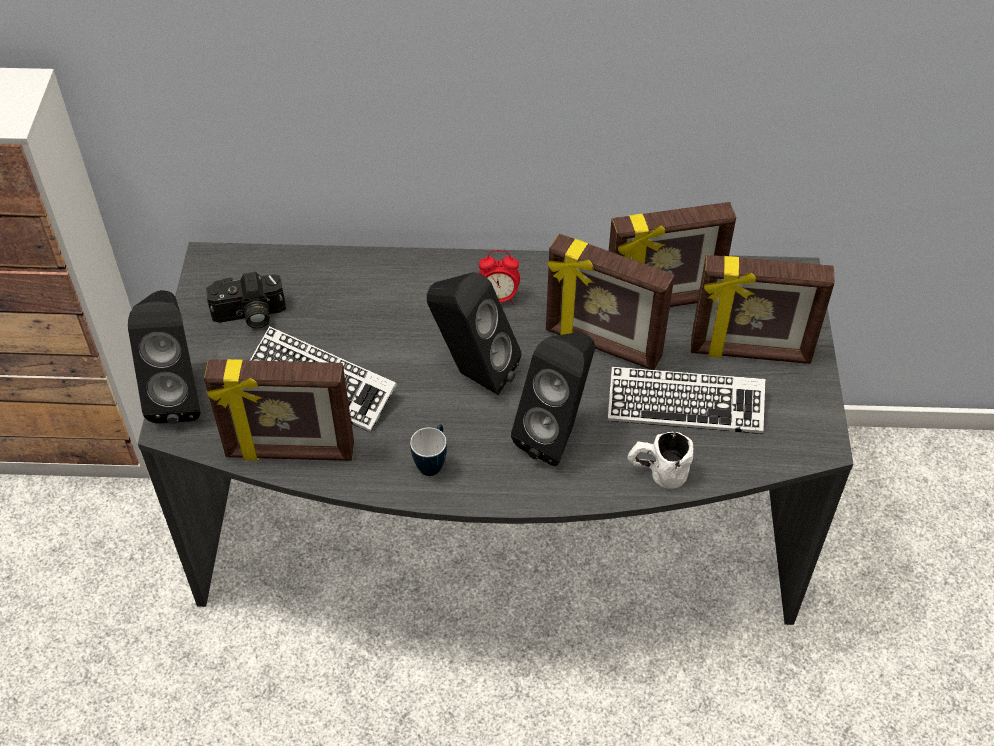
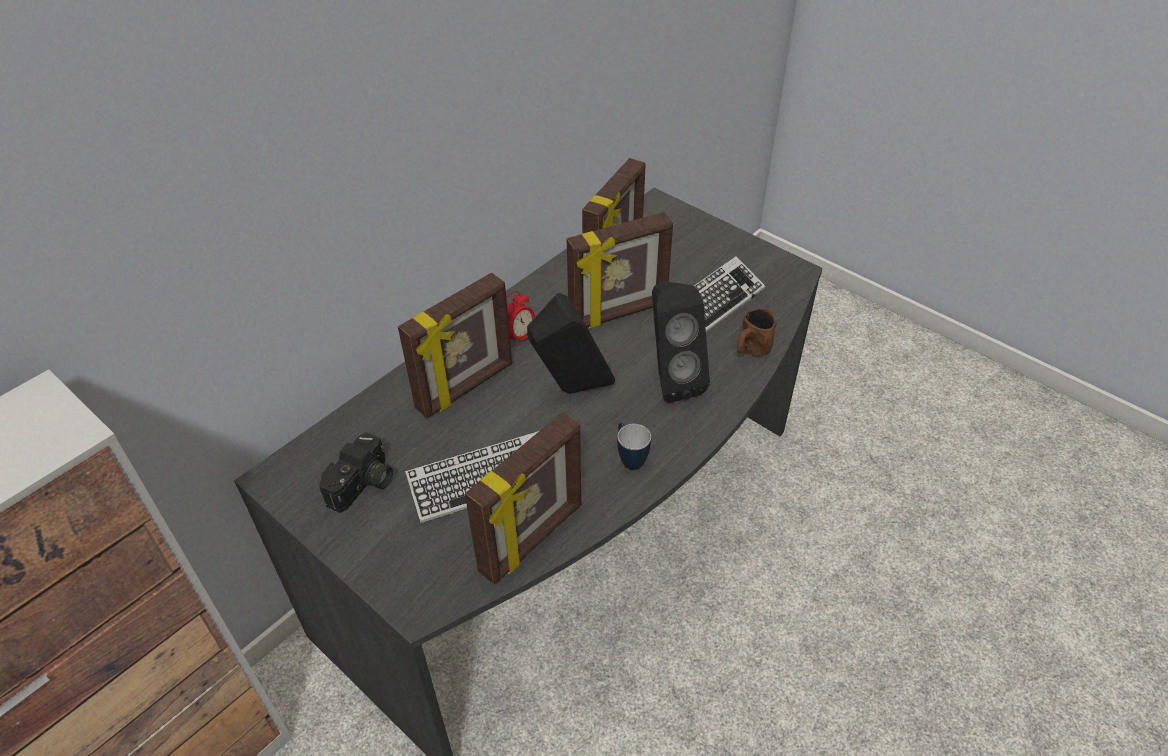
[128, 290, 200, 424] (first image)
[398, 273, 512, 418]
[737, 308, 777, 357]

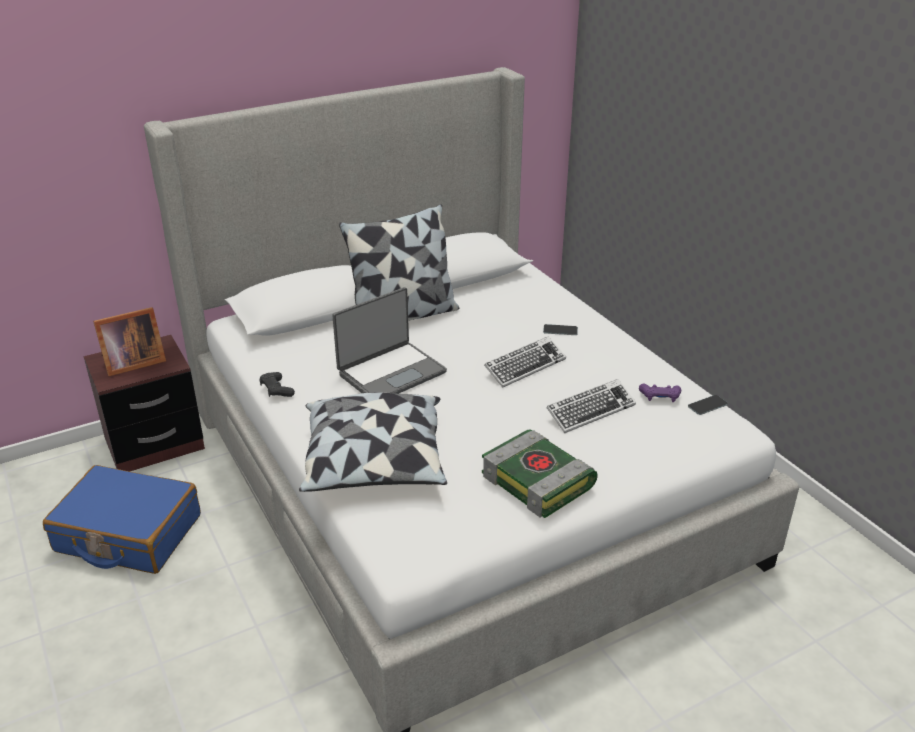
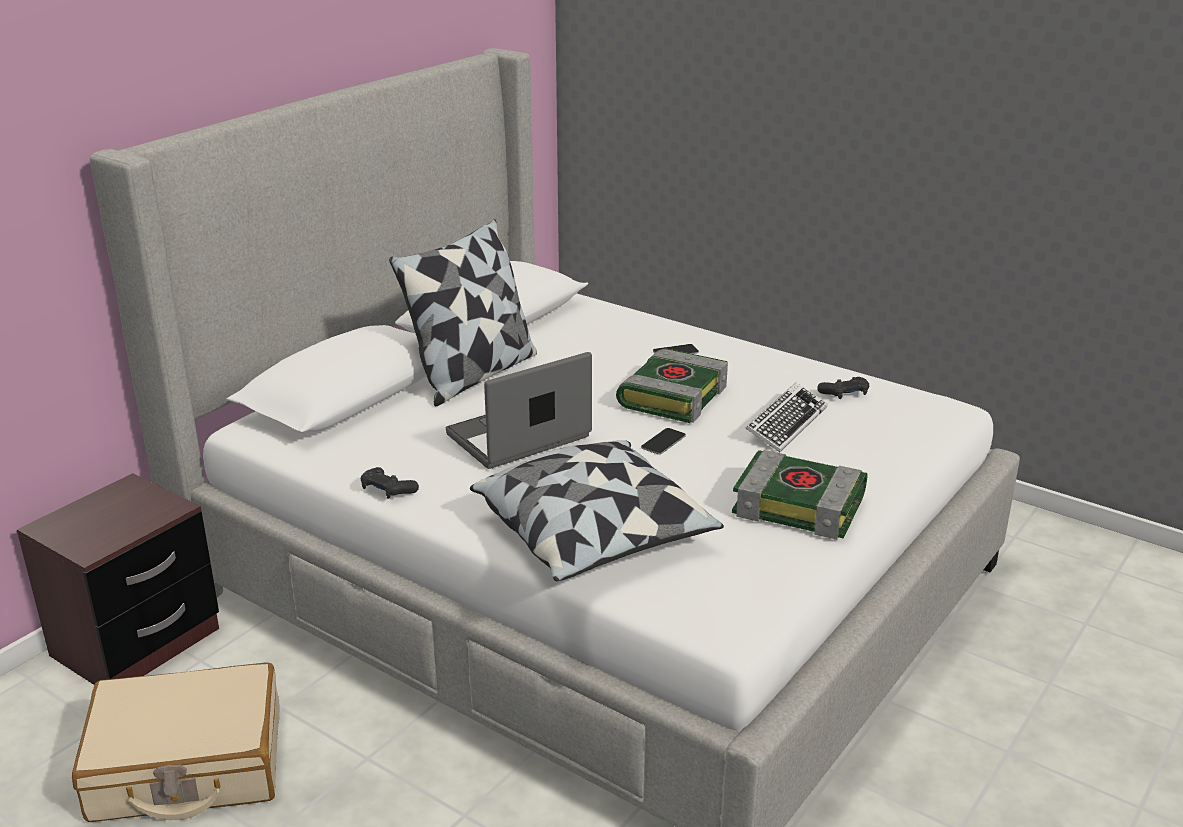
[93, 307, 166, 376] (first image)
[641, 428, 686, 454]
[616, 349, 728, 423]
[72, 662, 280, 822]
[817, 377, 869, 399]
[446, 352, 592, 469]

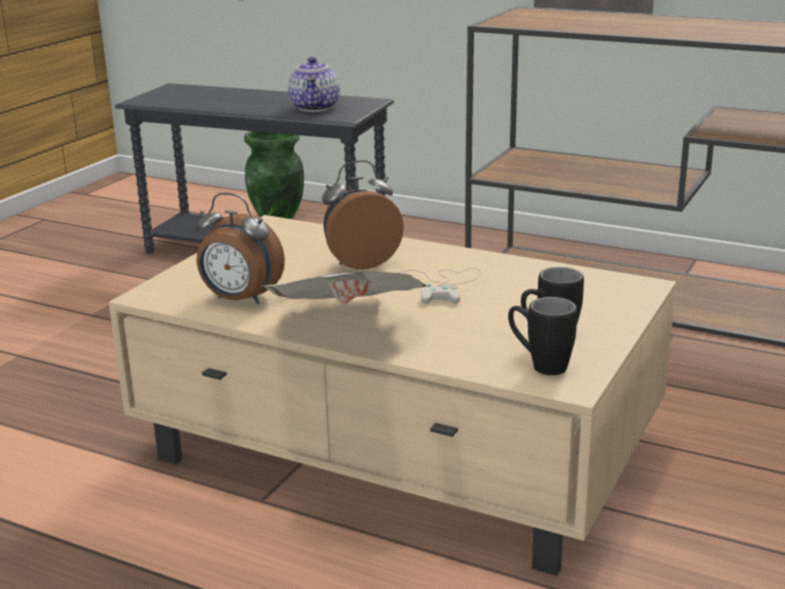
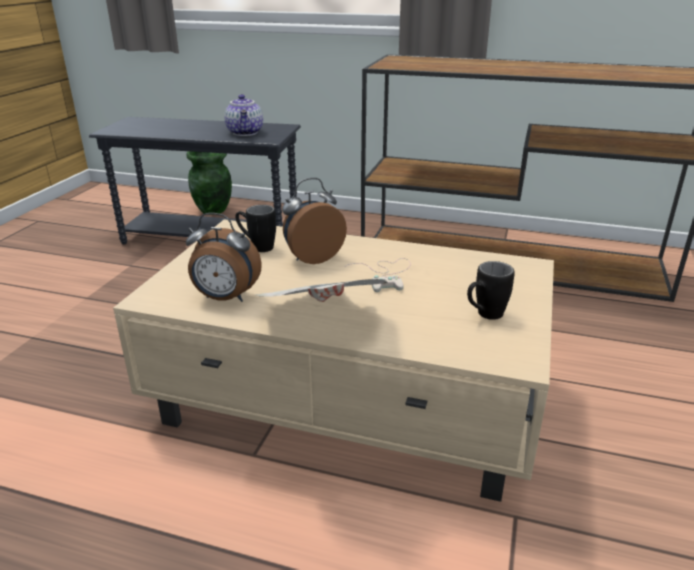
[236, 205, 276, 252]

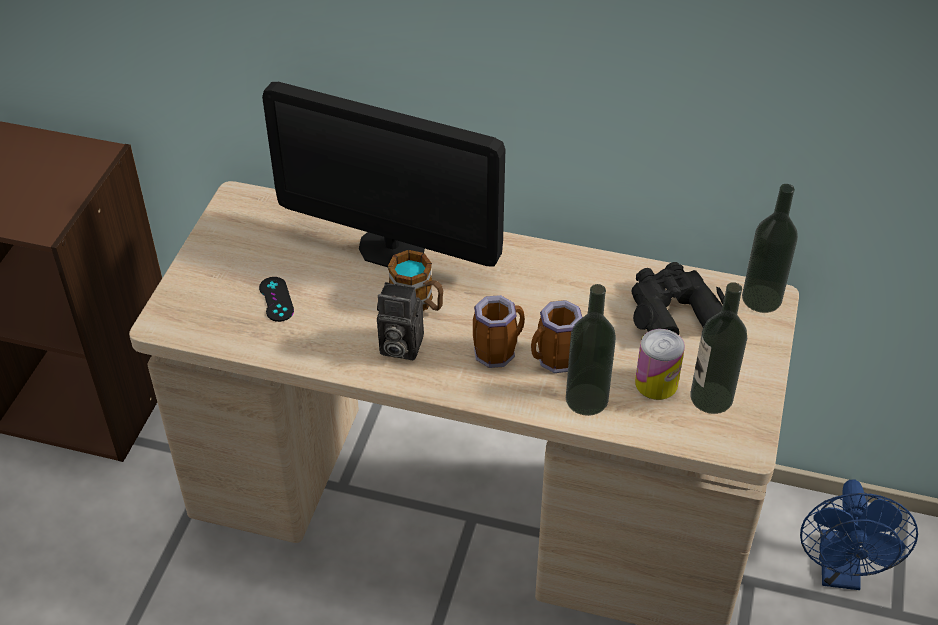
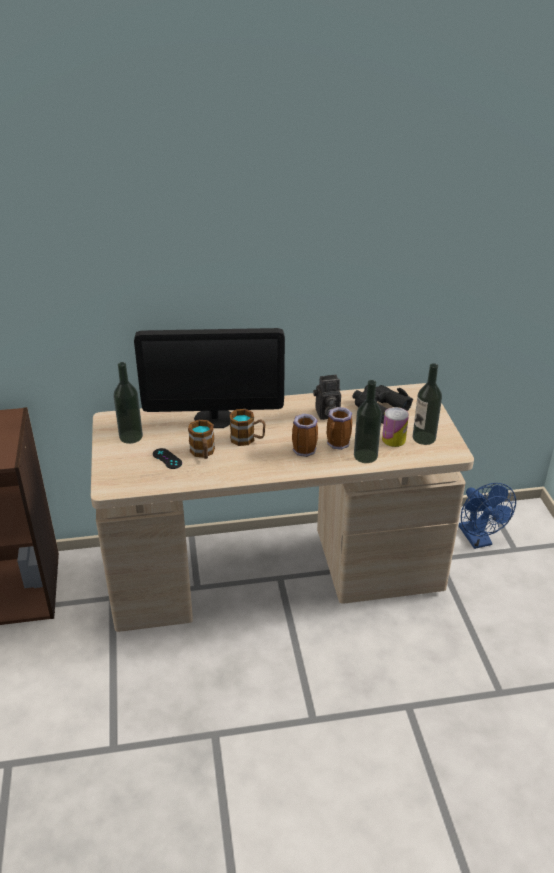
[188, 420, 215, 459]
[313, 374, 341, 420]
[114, 362, 143, 444]

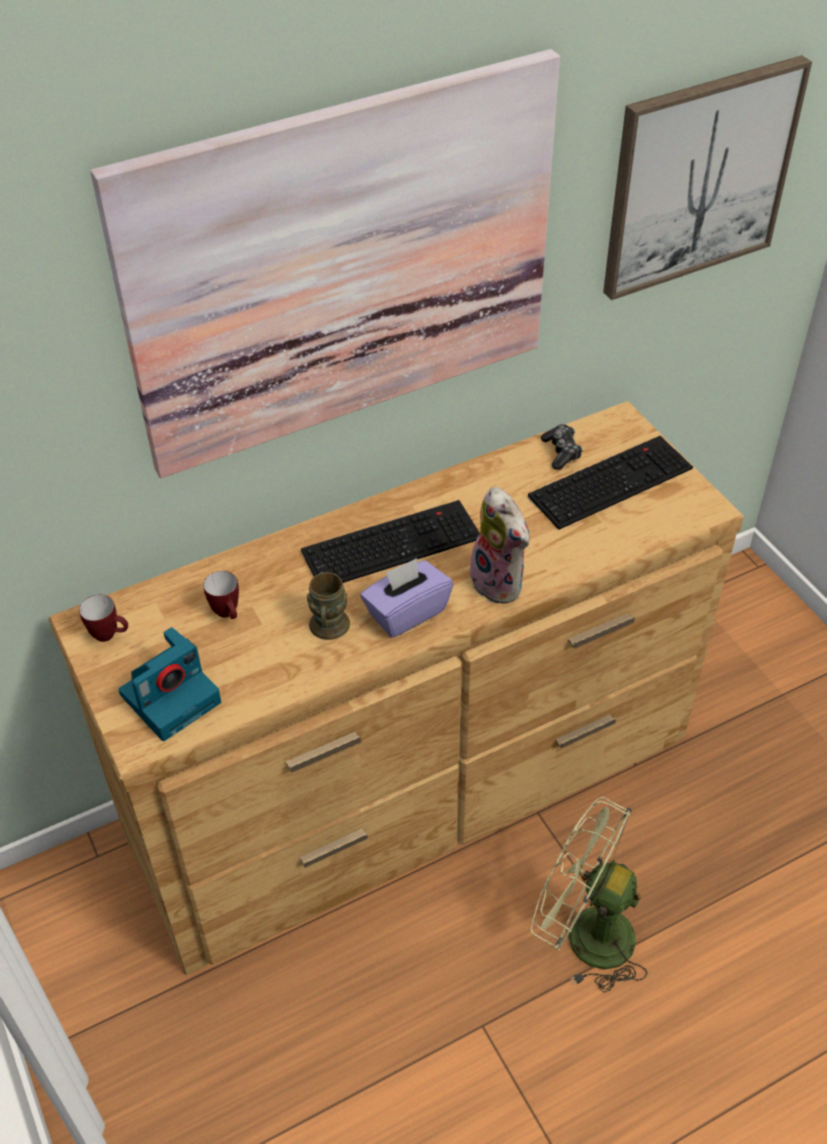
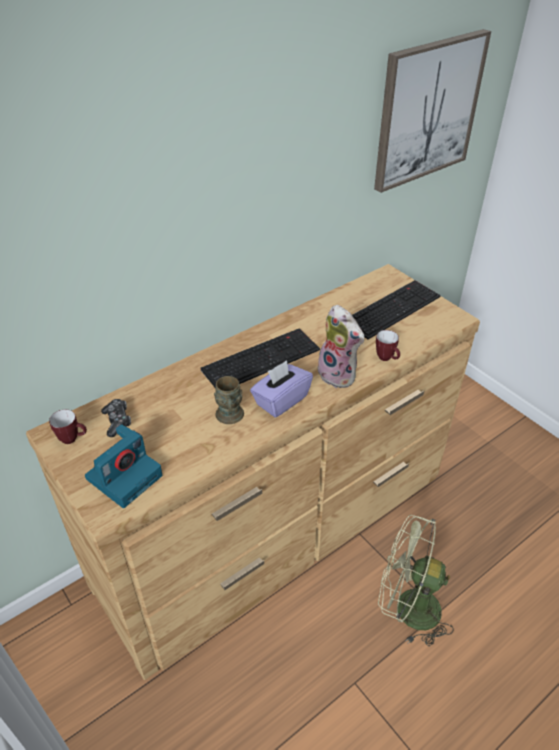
[90, 49, 560, 478] (first image)
[376, 330, 400, 361]
[101, 399, 131, 437]

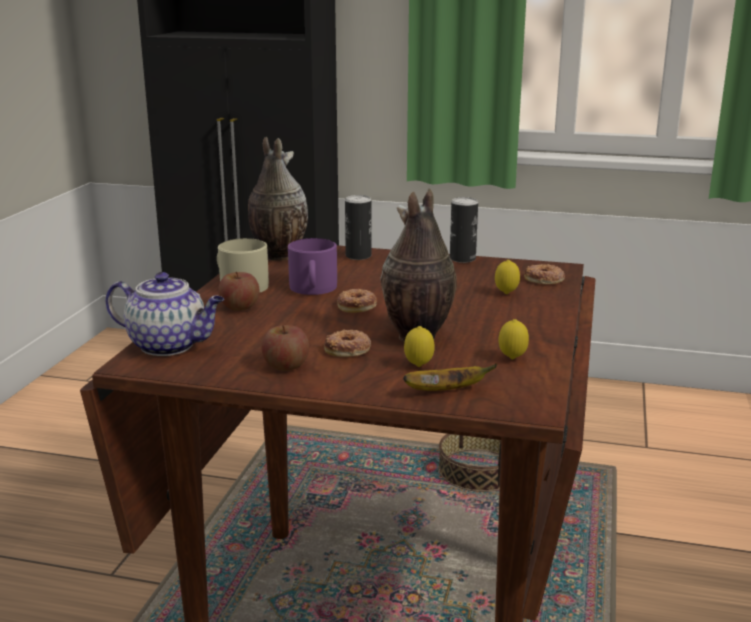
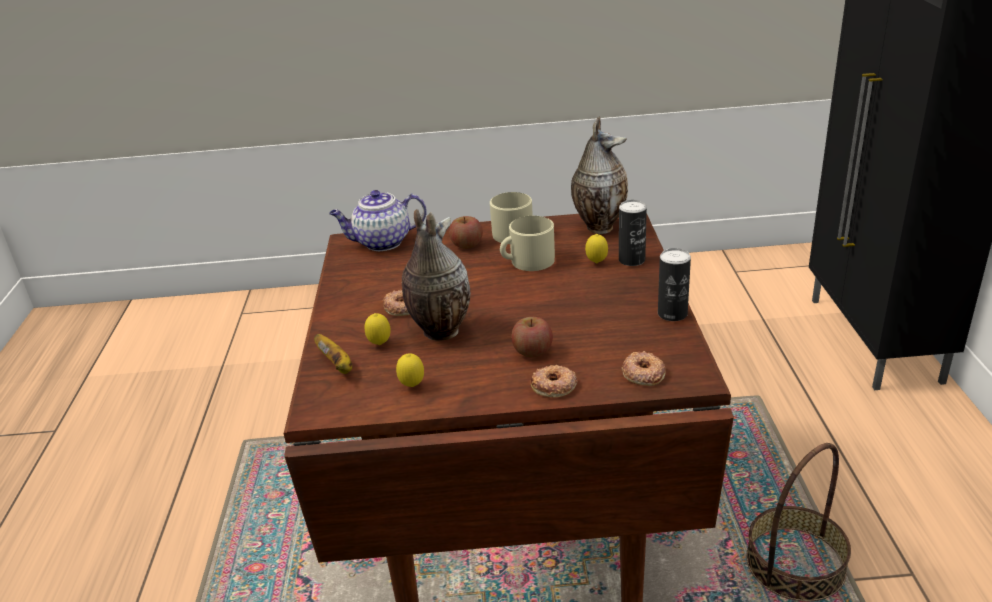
[511, 317, 553, 358]
[531, 365, 577, 397]
[585, 234, 608, 263]
[500, 216, 555, 271]
[329, 190, 427, 251]

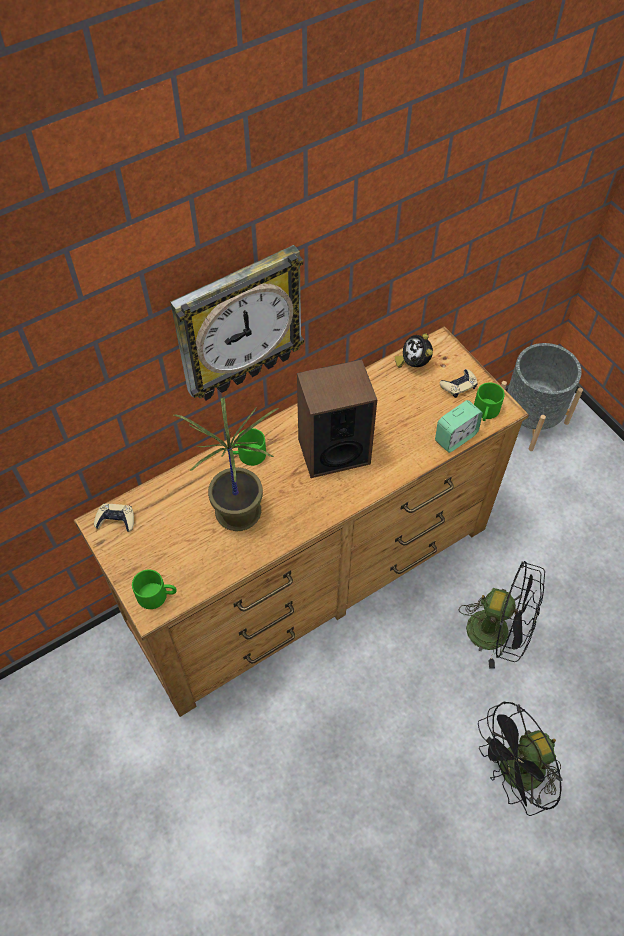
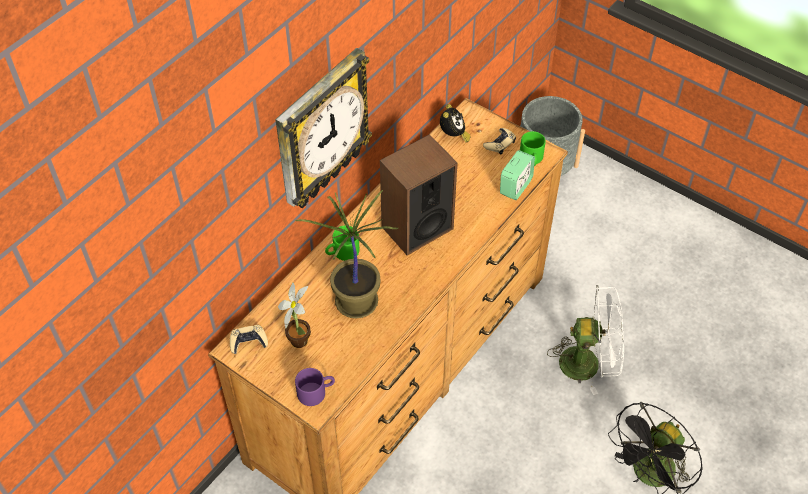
[278, 283, 311, 348]
[295, 368, 335, 406]
[547, 285, 624, 395]
[440, 104, 471, 142]

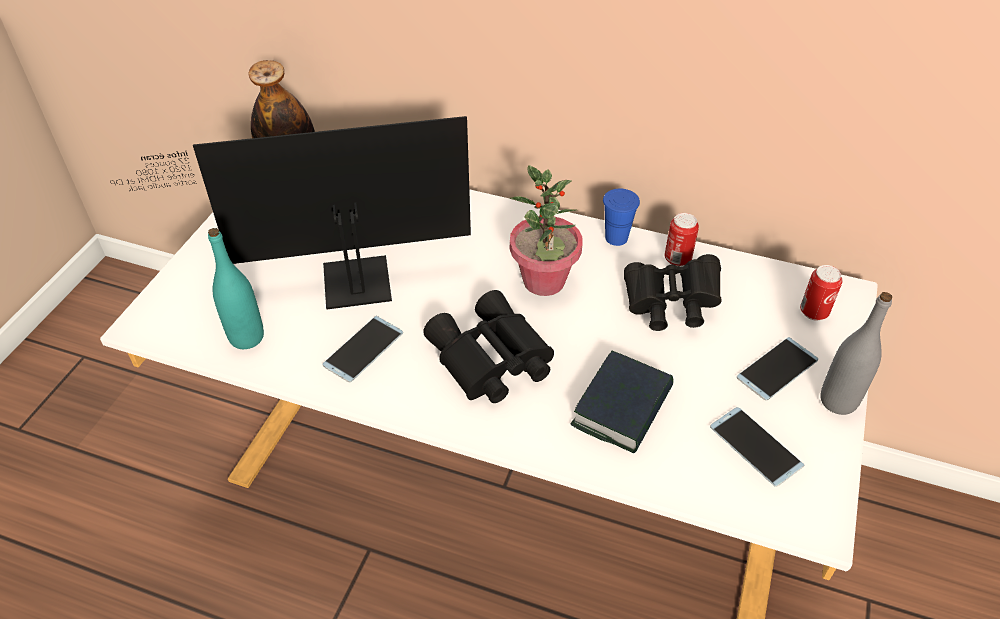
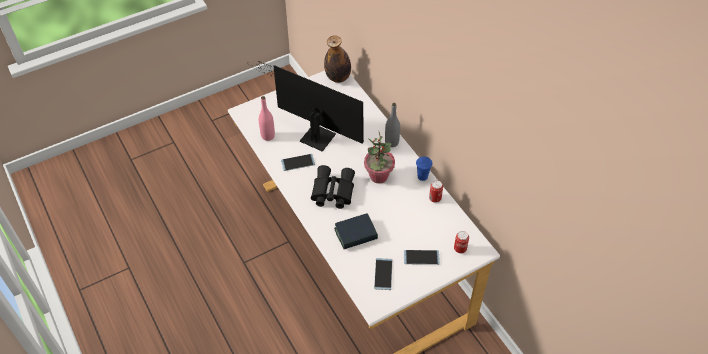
[624, 254, 722, 331] (first image)
[385, 103, 400, 147]
[259, 96, 275, 141]

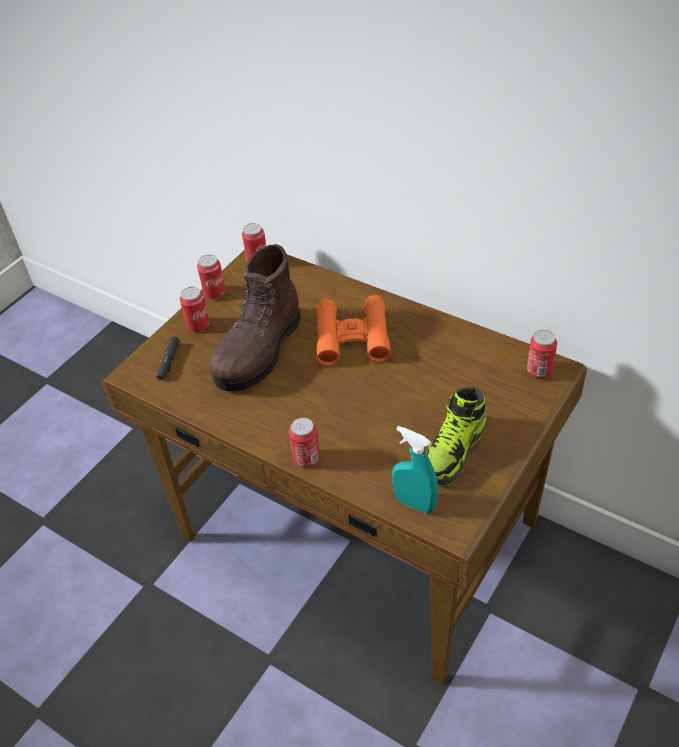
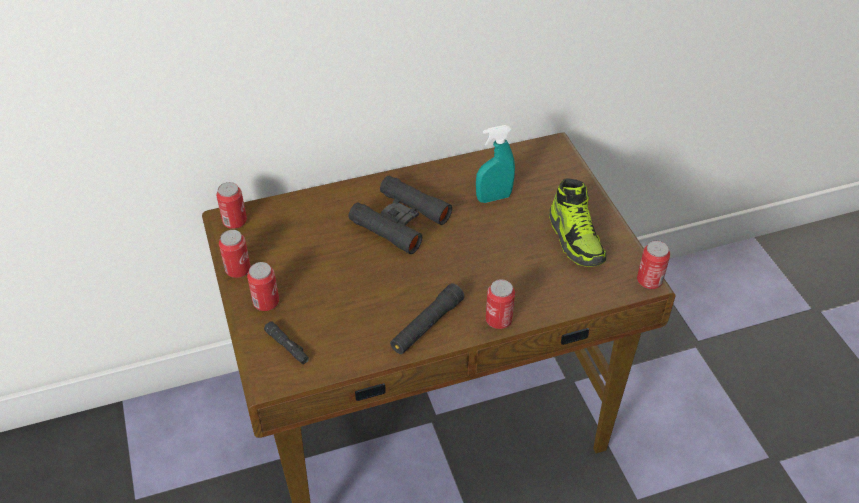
[209, 244, 301, 392] (first image)
[390, 283, 464, 354]
[476, 125, 515, 203]
[637, 241, 670, 289]
[349, 176, 452, 254]

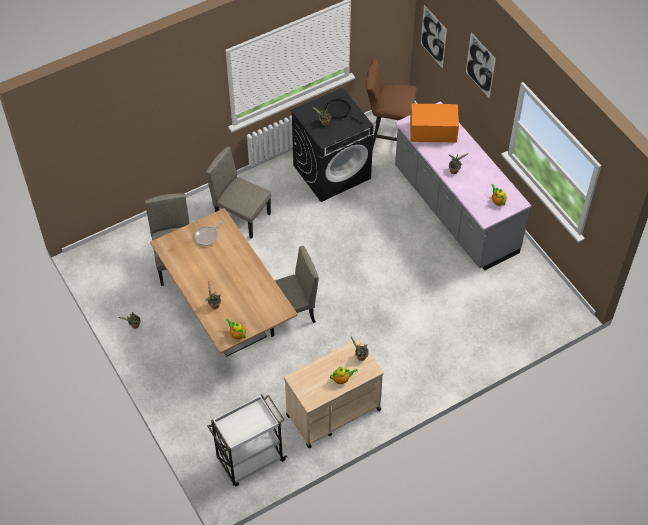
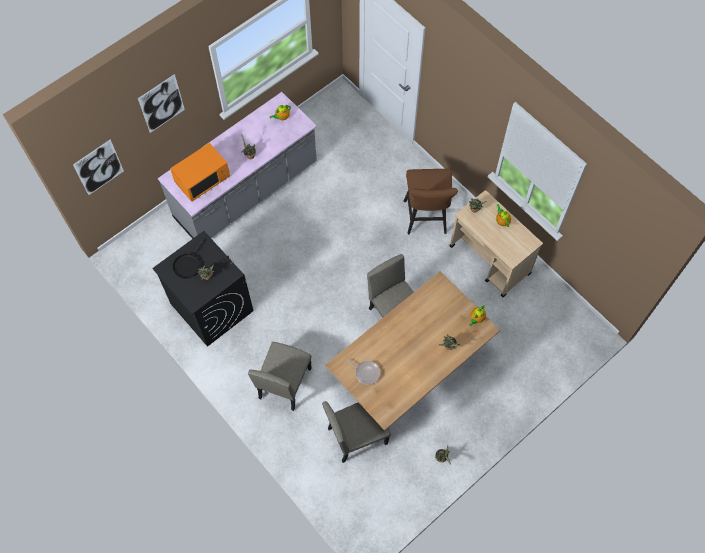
[207, 394, 287, 486] (first image)
[404, 169, 458, 234]
[170, 143, 230, 202]

